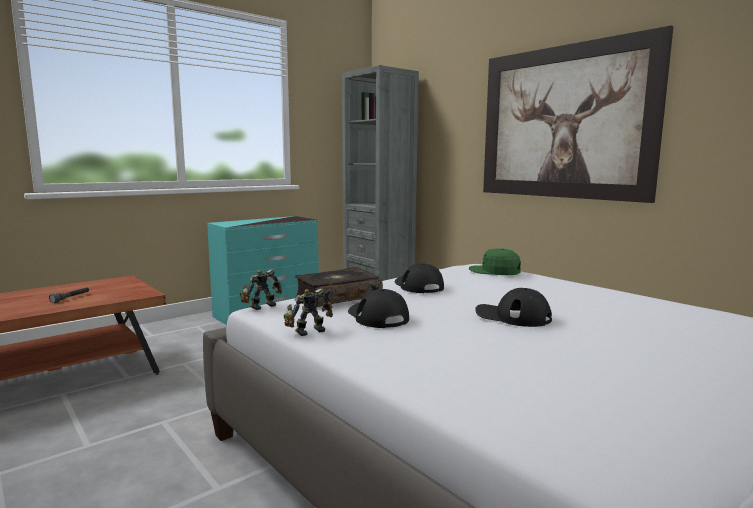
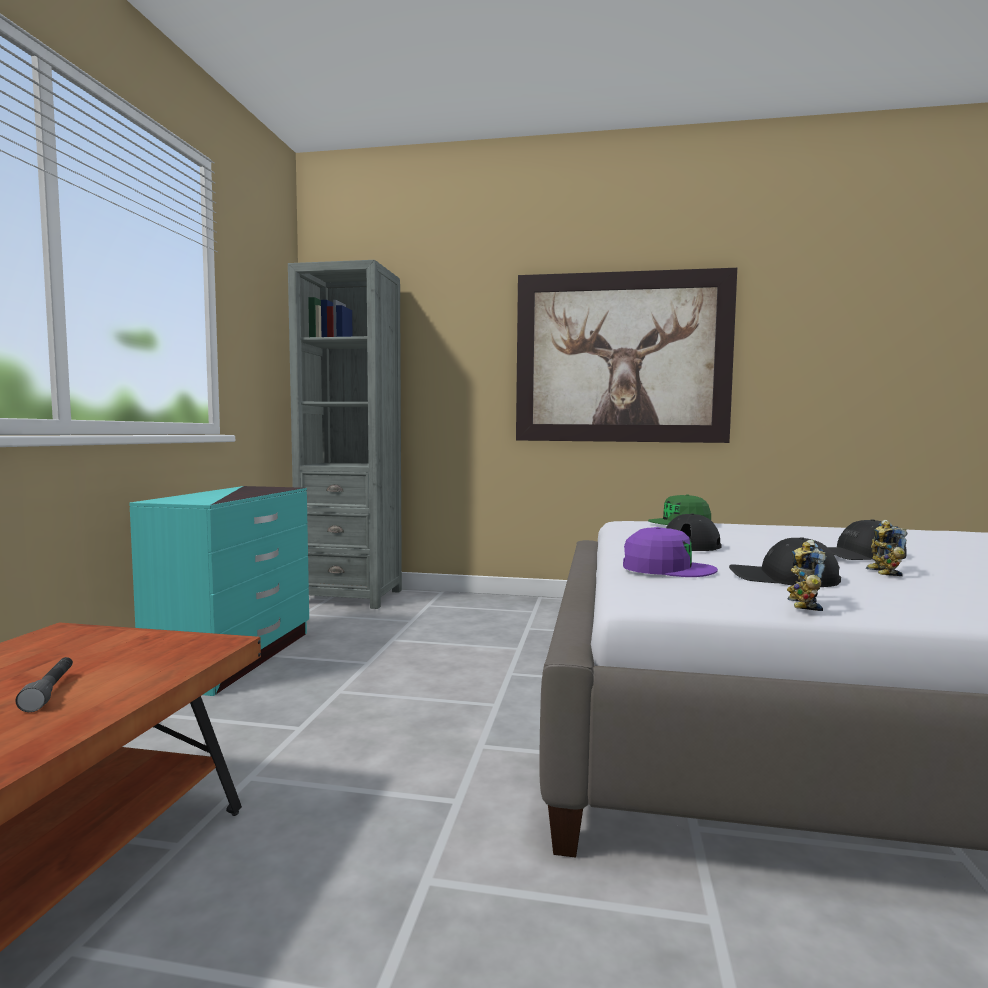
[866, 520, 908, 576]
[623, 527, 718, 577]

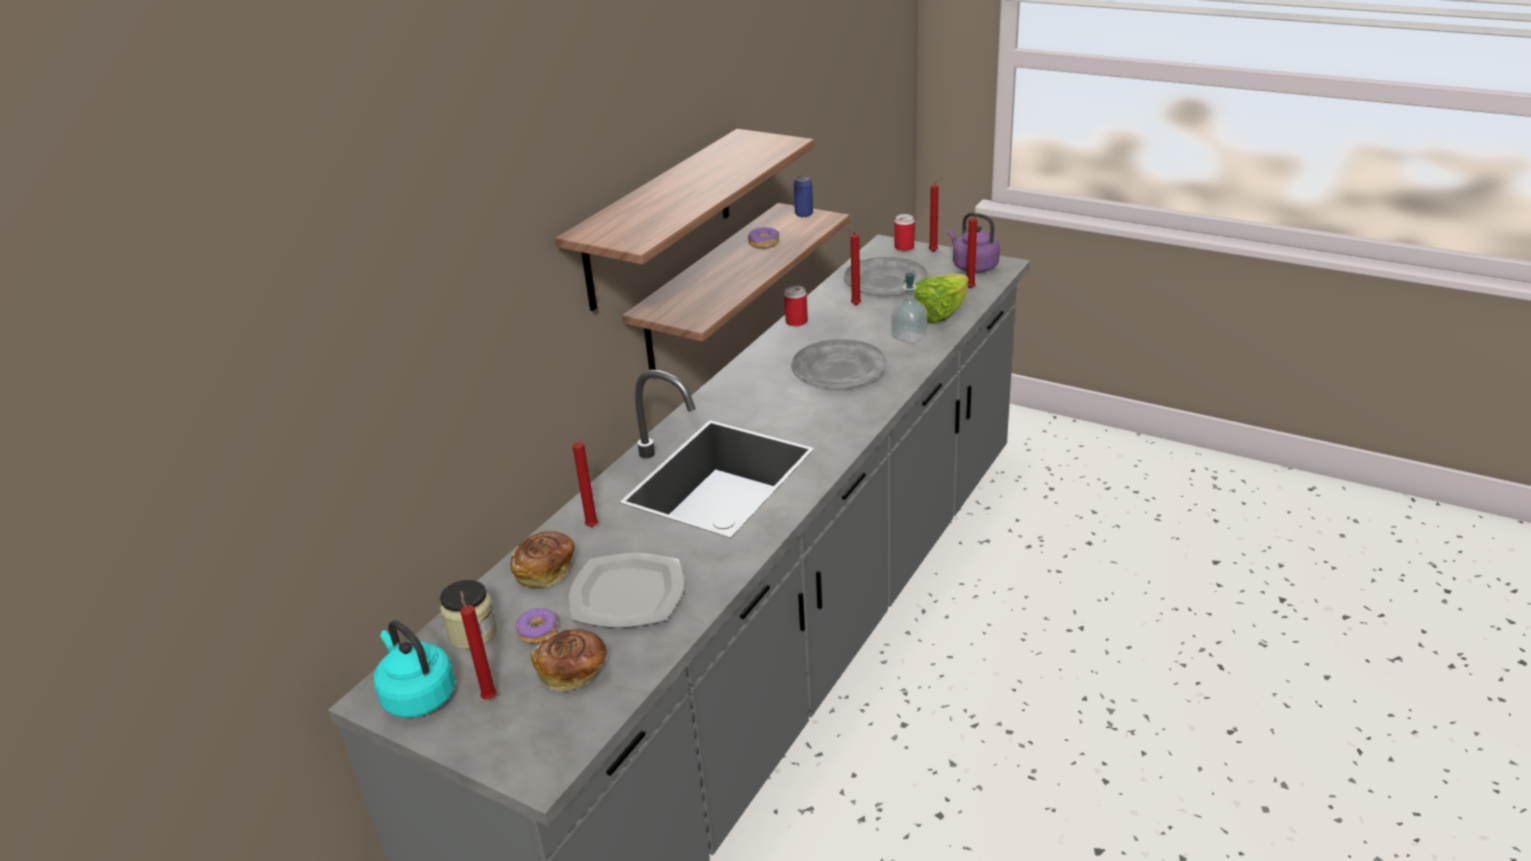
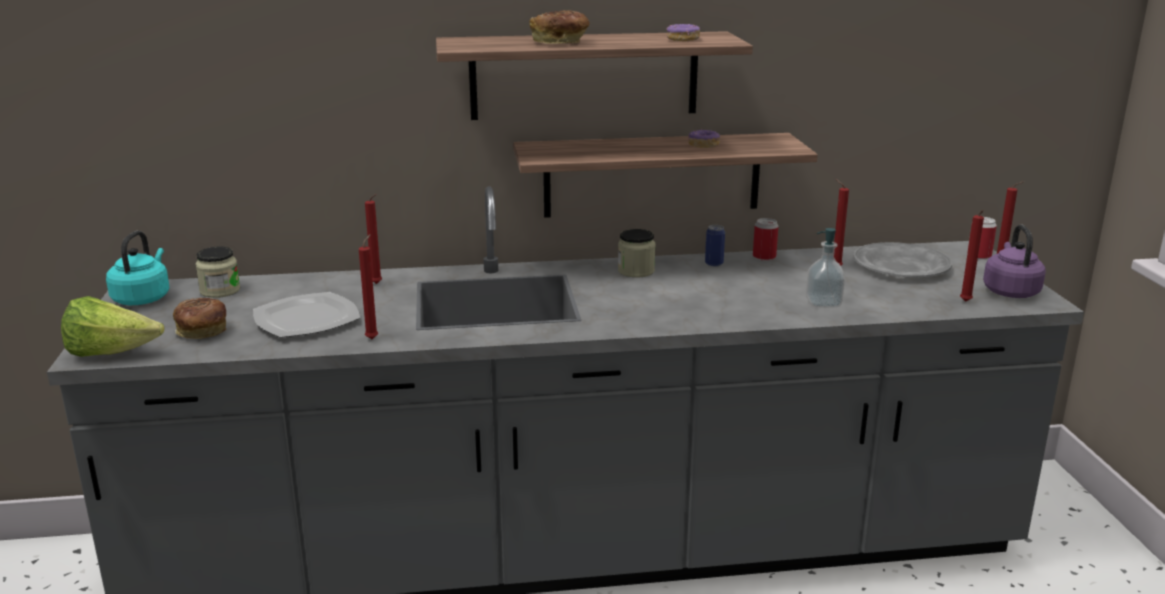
[791, 339, 887, 388] (first image)
[618, 229, 655, 277]
[359, 234, 378, 339]
[529, 10, 590, 44]
[667, 24, 700, 41]
[705, 225, 725, 266]
[61, 296, 164, 357]

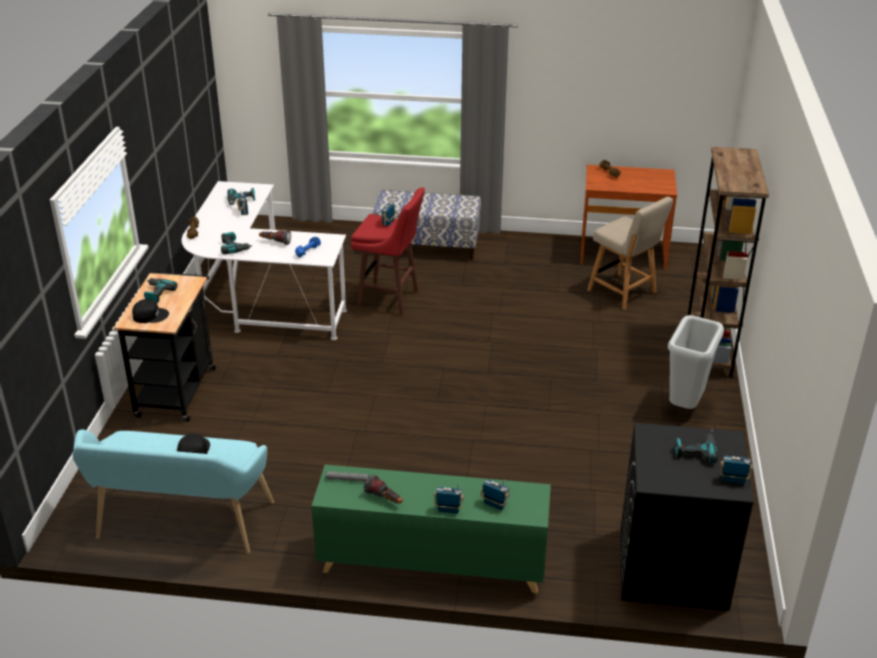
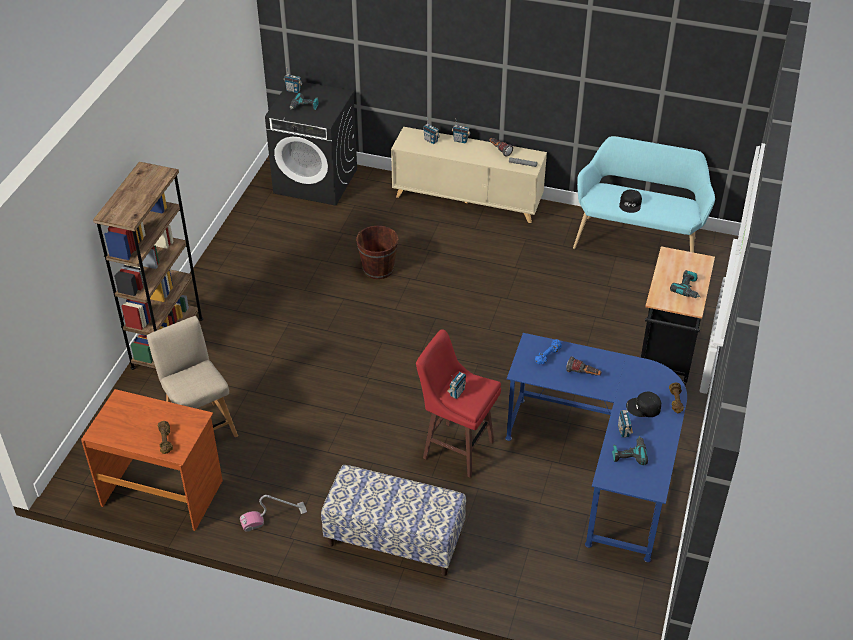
[221, 232, 252, 254] (first image)
[668, 315, 724, 409] (first image)
[240, 495, 307, 532]
[356, 226, 399, 279]
[626, 392, 661, 417]
[505, 333, 687, 562]
[391, 127, 547, 223]

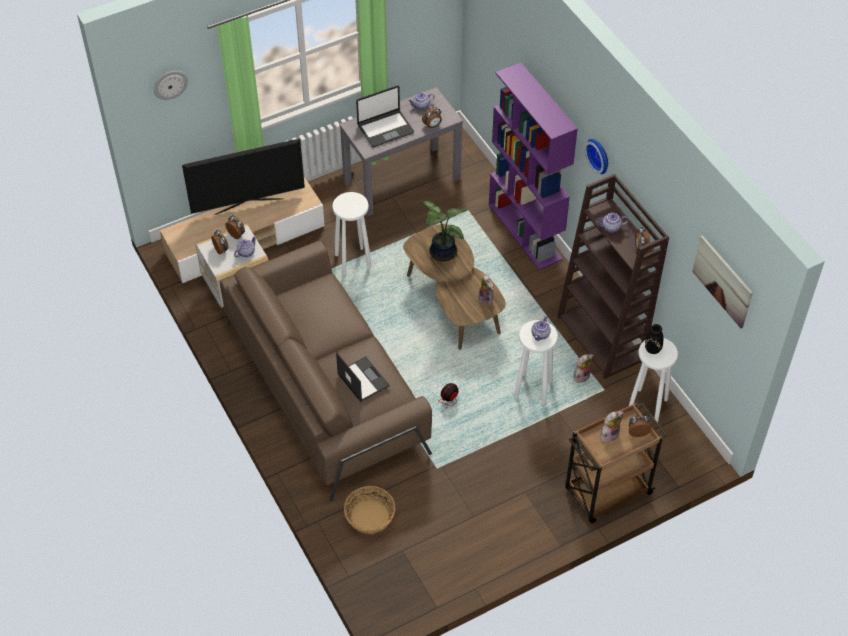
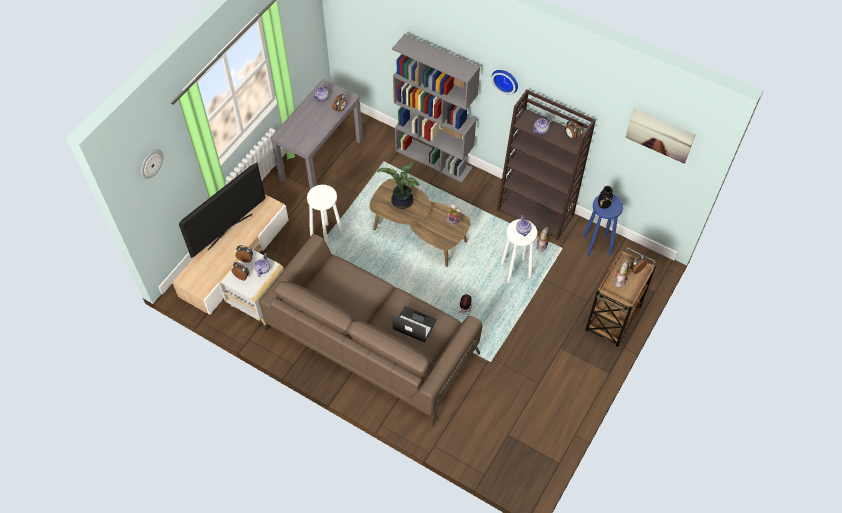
[344, 486, 395, 534] (first image)
[356, 85, 414, 147] (first image)
[392, 34, 480, 183]
[583, 194, 623, 256]

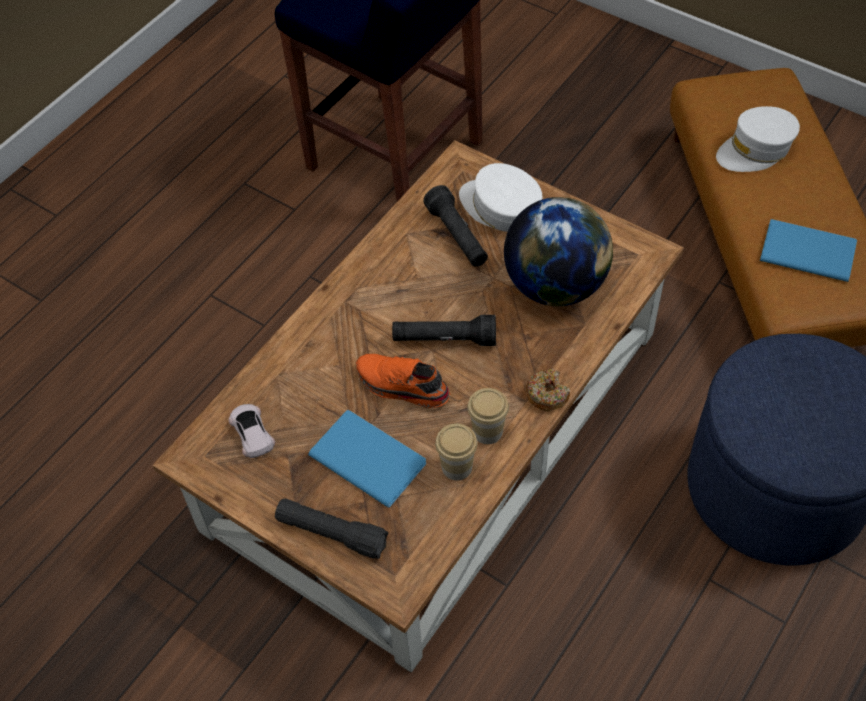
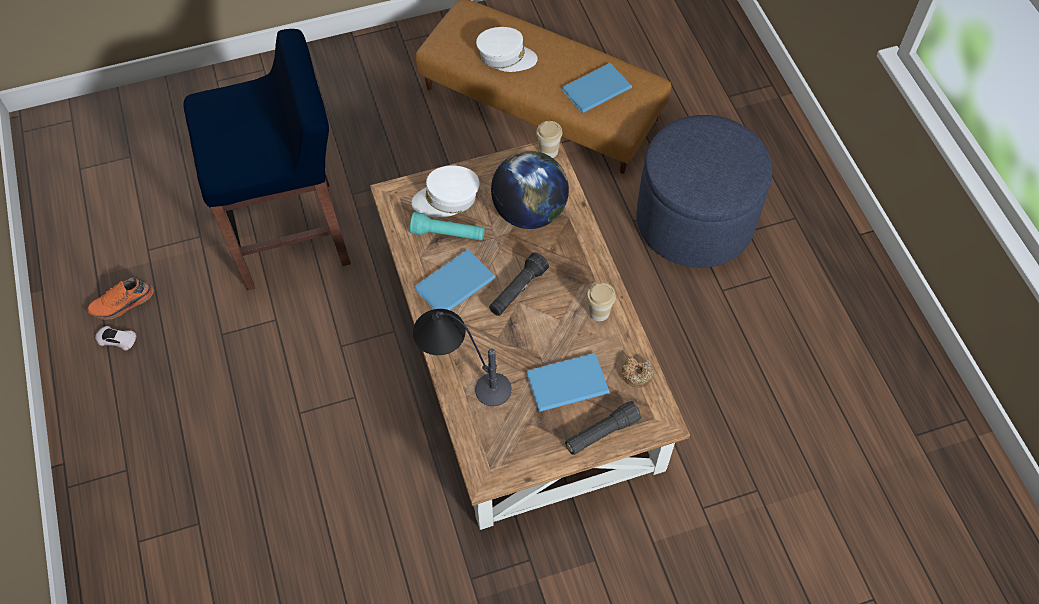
[413, 309, 512, 406]
[415, 250, 495, 310]
[95, 326, 136, 351]
[87, 277, 154, 320]
[536, 121, 563, 158]
[622, 356, 654, 388]
[410, 212, 485, 241]
[476, 27, 538, 72]

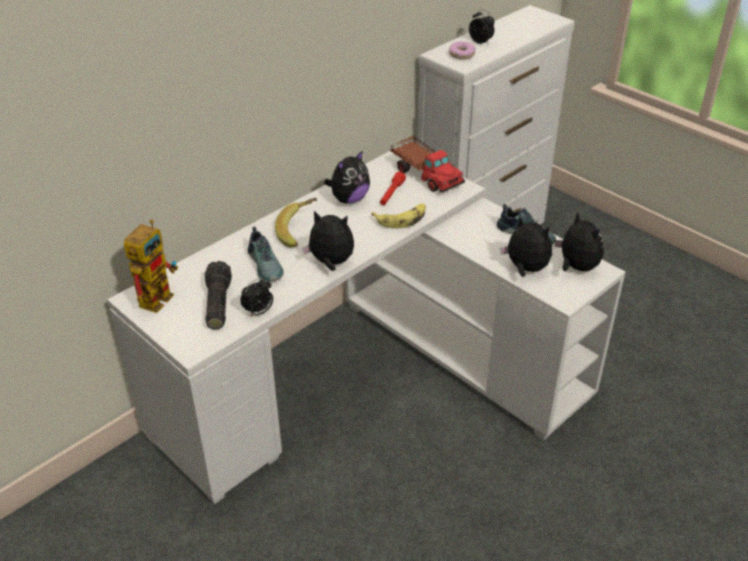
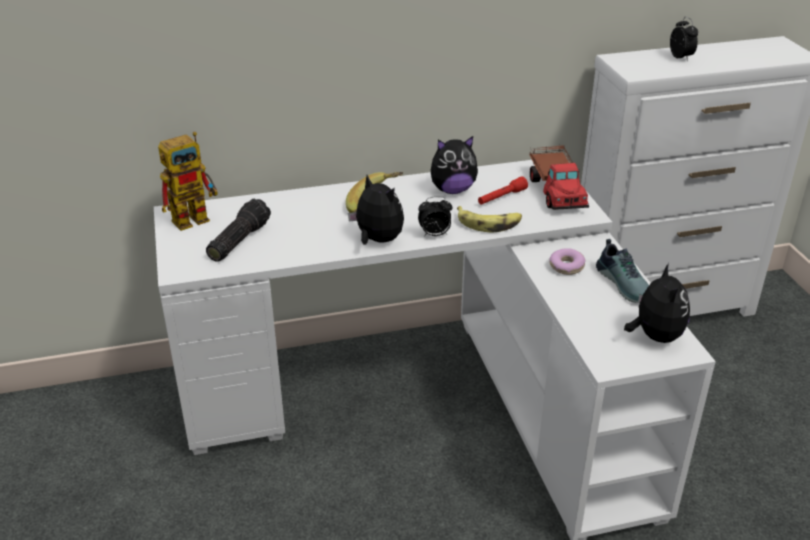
[248, 227, 284, 282] (first image)
[500, 215, 552, 277] (first image)
[418, 196, 452, 237]
[549, 248, 585, 275]

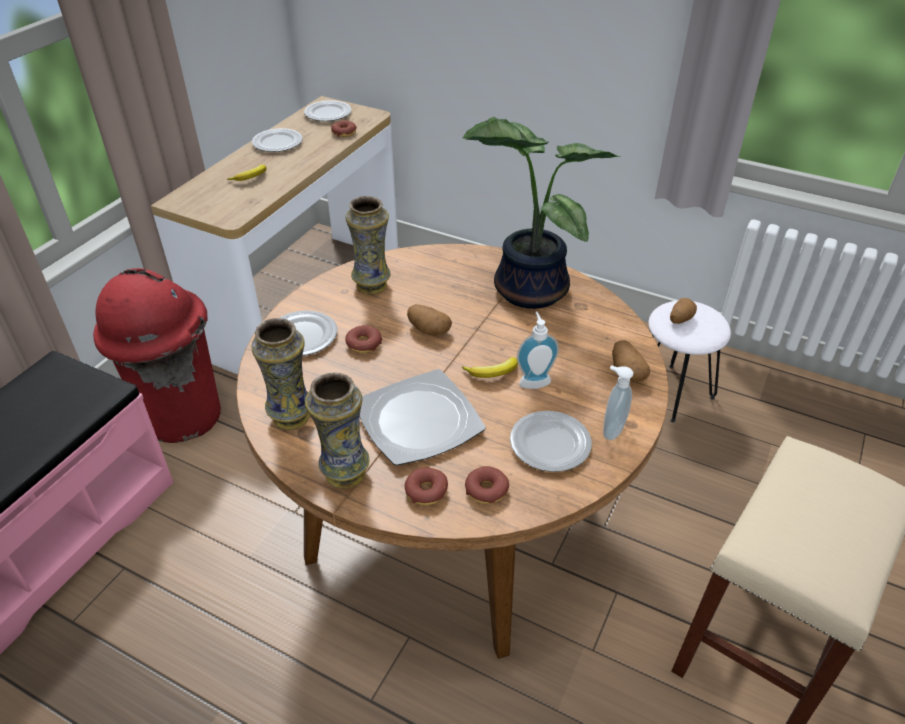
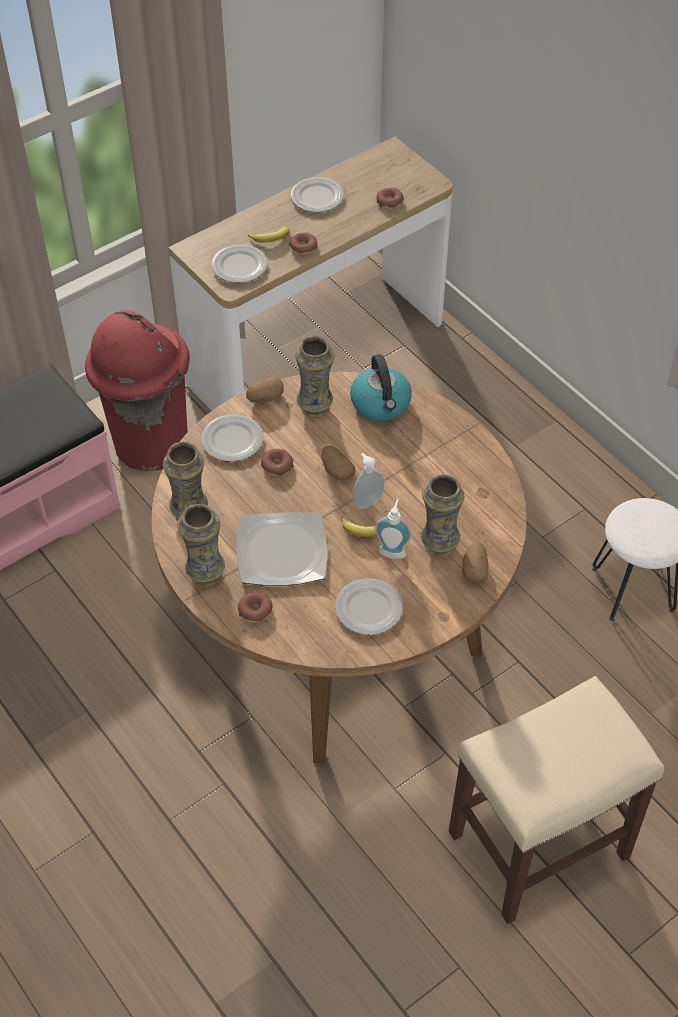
[463, 117, 621, 309] (first image)
[350, 354, 412, 421]
[421, 474, 464, 557]
[212, 245, 267, 283]
[289, 233, 317, 255]
[353, 453, 384, 509]
[246, 377, 284, 403]

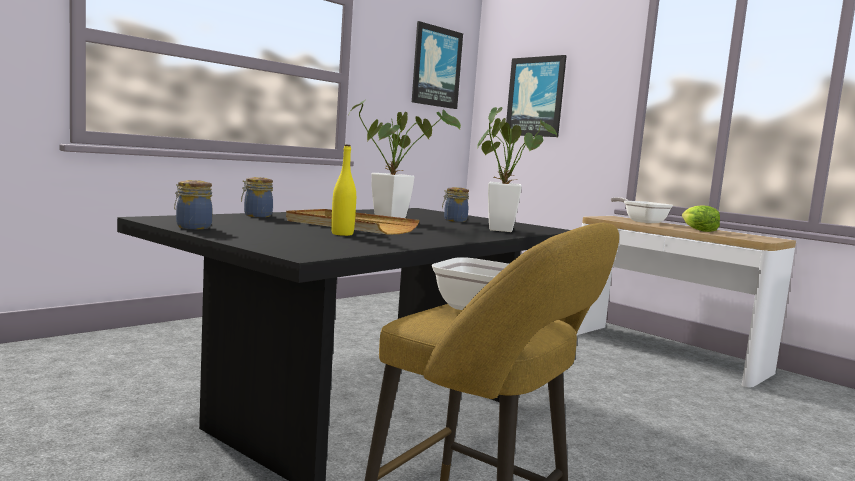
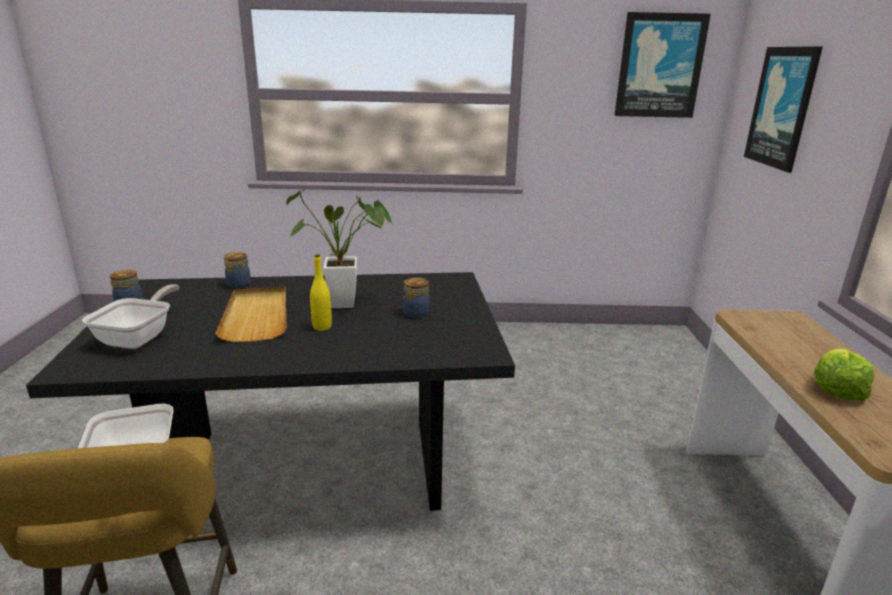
[476, 107, 557, 232] (first image)
[310, 254, 332, 331]
[82, 284, 179, 349]

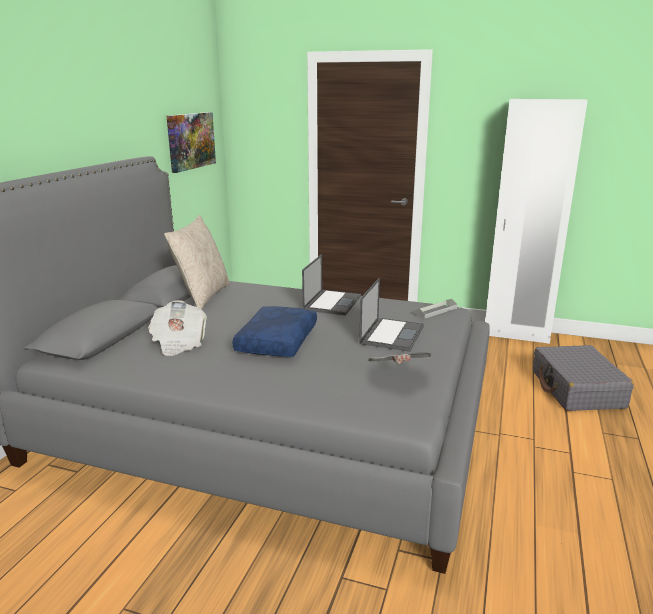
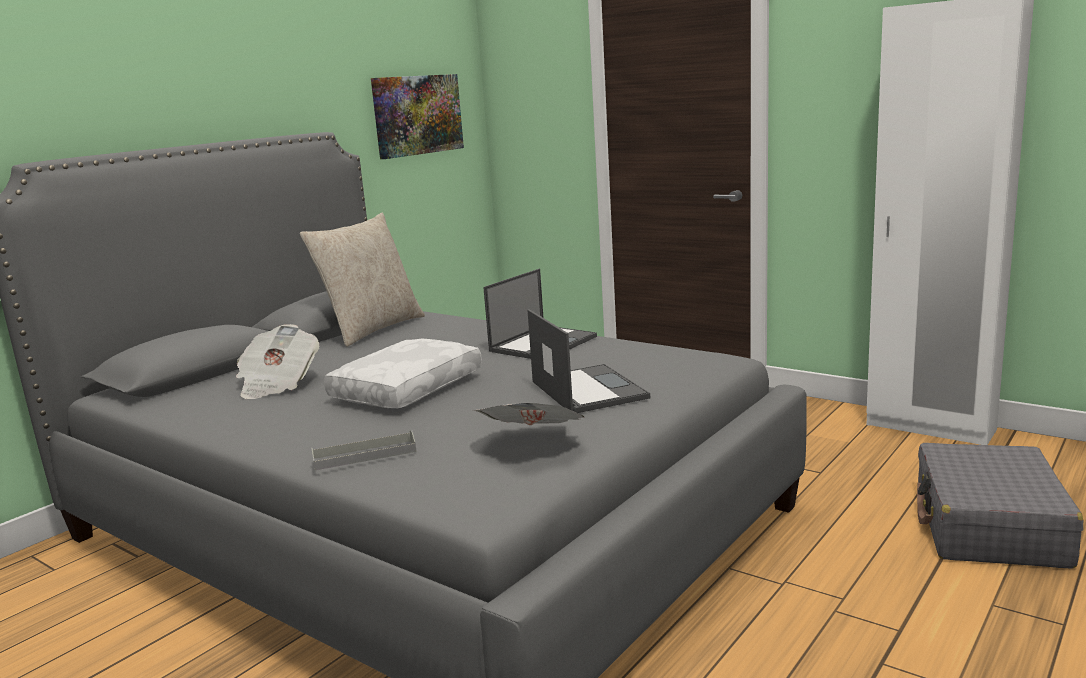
[312, 430, 416, 470]
[324, 338, 482, 408]
[527, 309, 650, 413]

